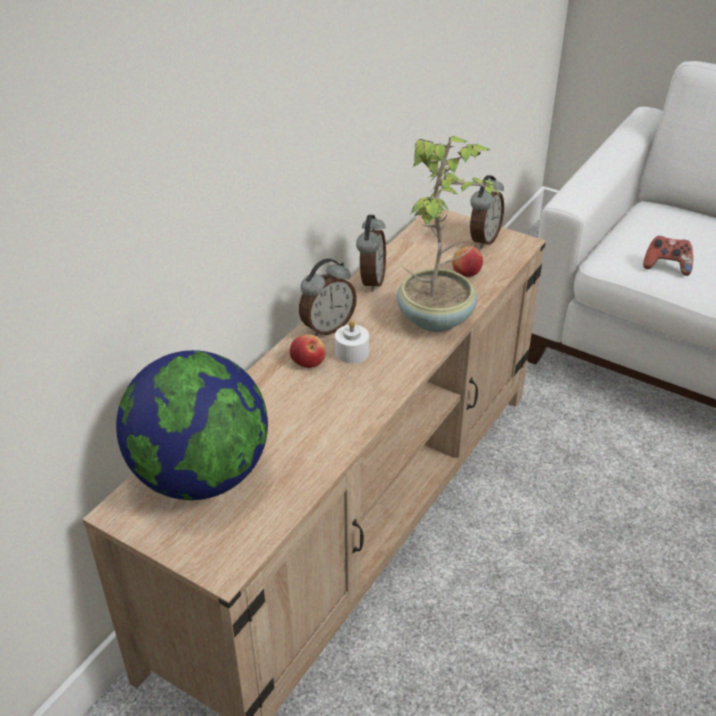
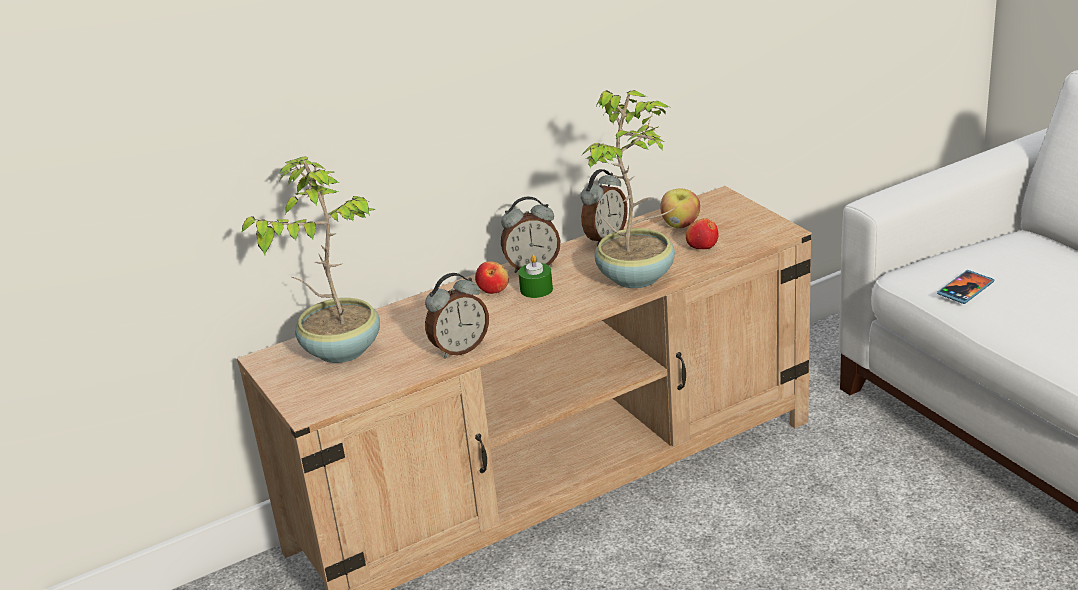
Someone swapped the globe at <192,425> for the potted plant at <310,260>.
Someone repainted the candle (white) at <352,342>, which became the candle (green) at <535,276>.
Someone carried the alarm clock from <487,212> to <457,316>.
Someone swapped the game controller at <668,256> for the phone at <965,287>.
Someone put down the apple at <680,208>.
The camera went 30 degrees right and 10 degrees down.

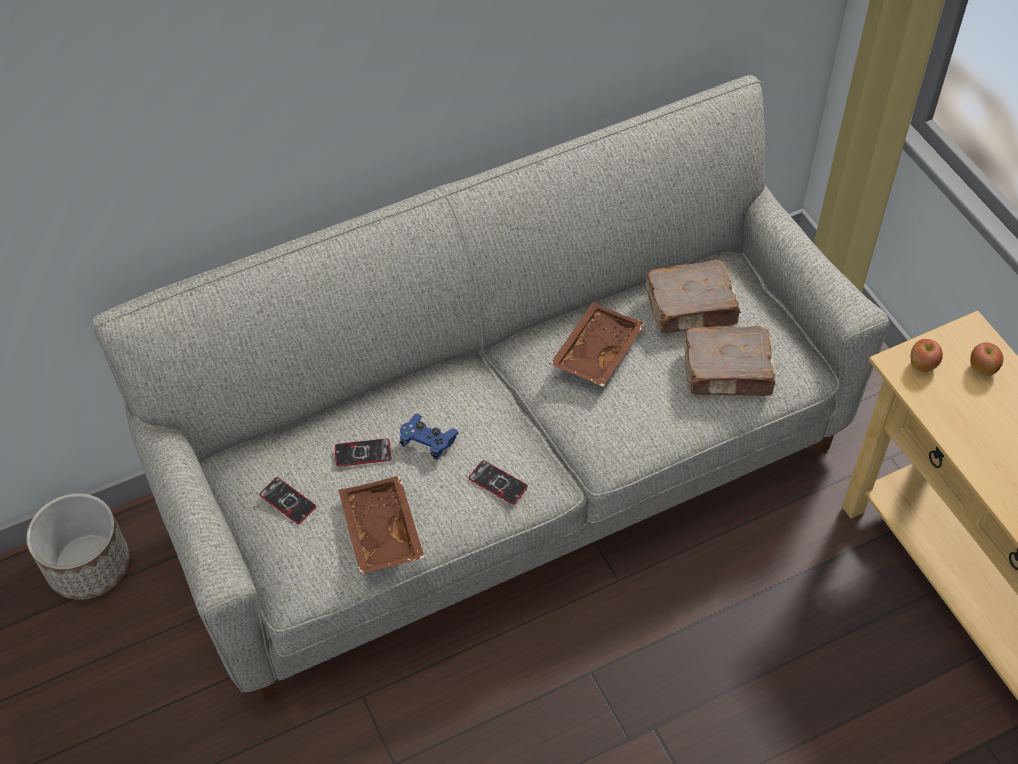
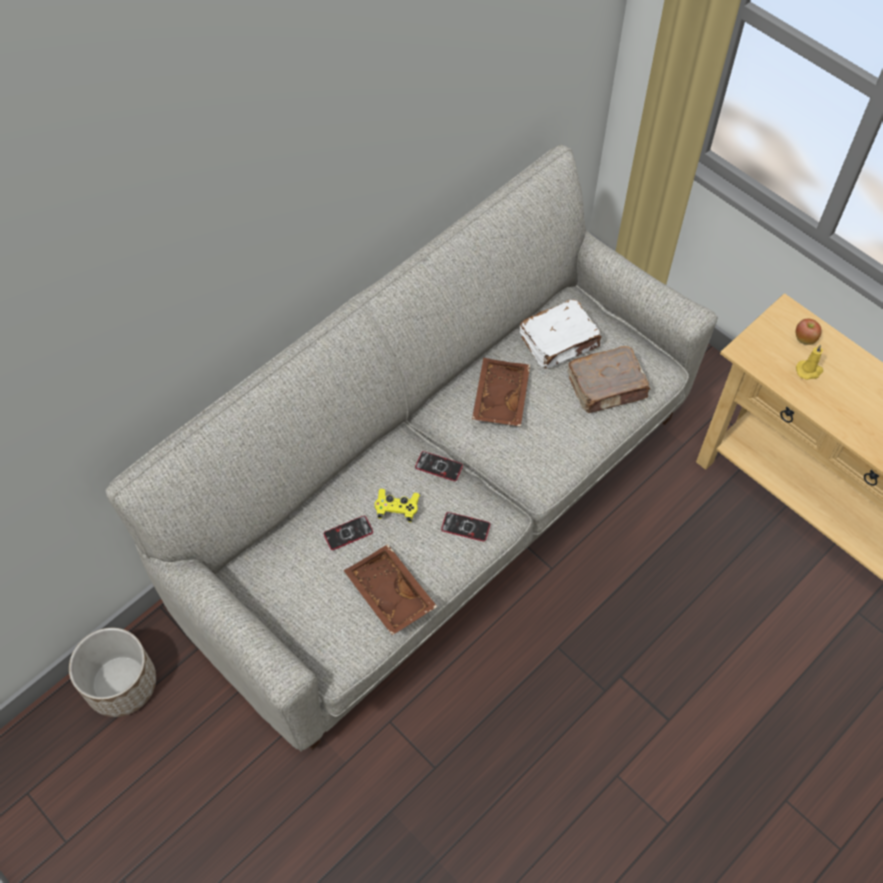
Someone carried the phone from <287,500> to <439,466>.
Someone repainted the game controller (blue) at <429,437>, which became the game controller (yellow) at <397,505>.
Someone repainted the book (brown) at <693,296>, which became the book (white) at <561,334>.
Someone took away the apple at <927,356>.
Someone put down the candle (yellow) at <809,362>.
The camera went 20 degrees left and 5 degrees up.

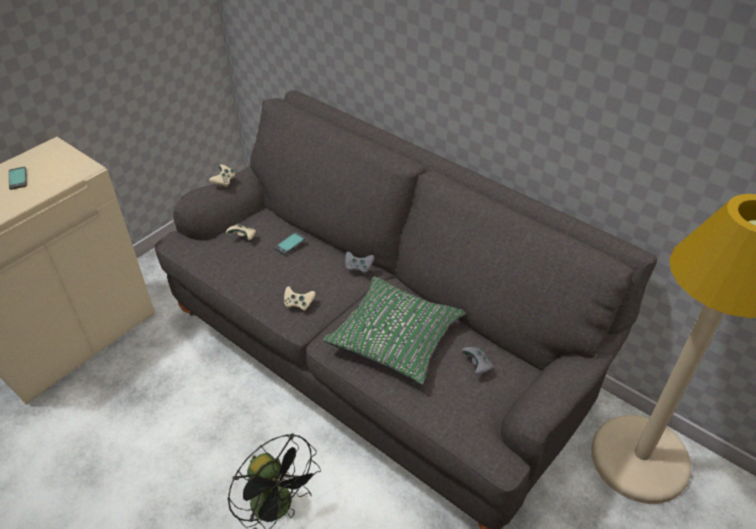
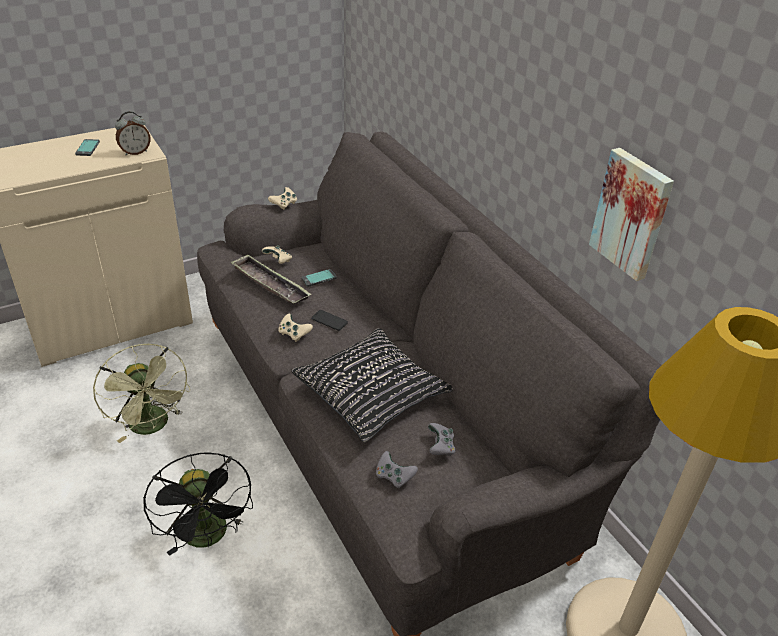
Someone repainted the pillow (green) at <394,331>, which became the pillow (black) at <372,385>.
Someone carried the game controller (grey) from <359,263> to <397,470>.
Someone put down the fan (green) at <141,393>.
Someone put down the alarm clock at <133,133>.
Someone put down the tray at <271,279>.
Someone put down the phone at <329,320>.
Someone put up the picture at <631,214>.
The camera went 20 degrees right and 5 degrees down.

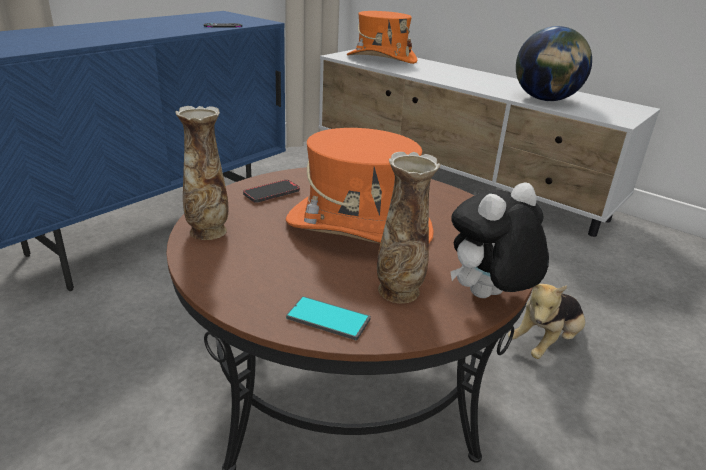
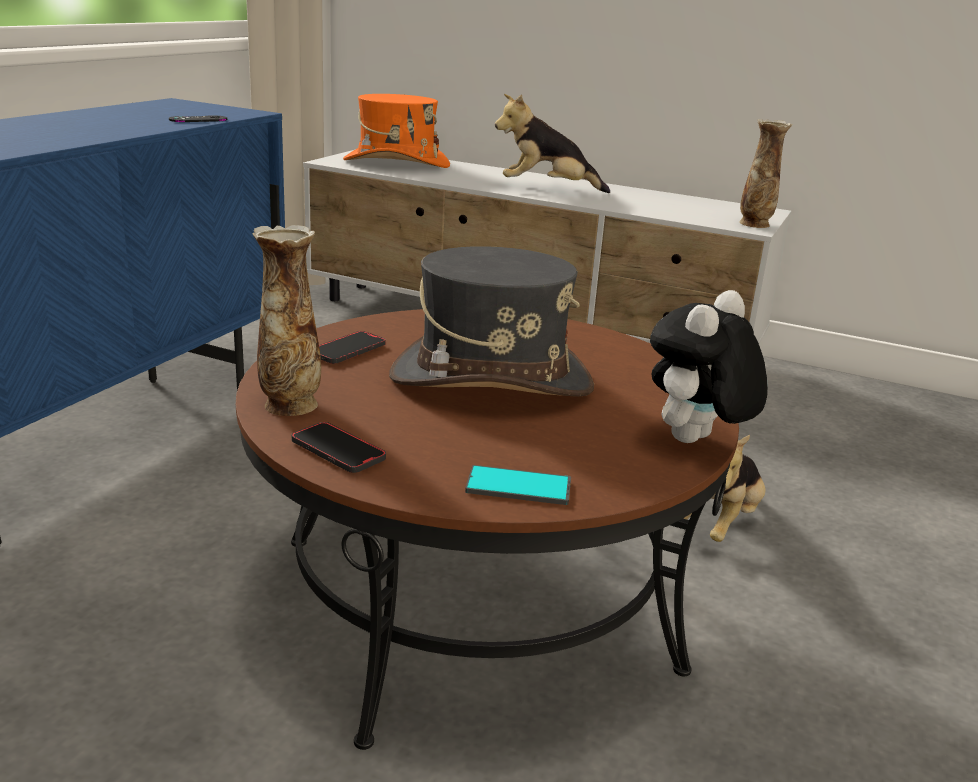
Someone repainted the hat (orange) at <360,186>, which became the hat (grey) at <491,321>.
Someone carried the vase from <408,227> to <766,173>.
Someone took away the globe at <554,63>.
Someone put down the phone at <338,447>.
Someone put down the plush toy at <552,143>.
The camera went 15 degrees left and 5 degrees down.

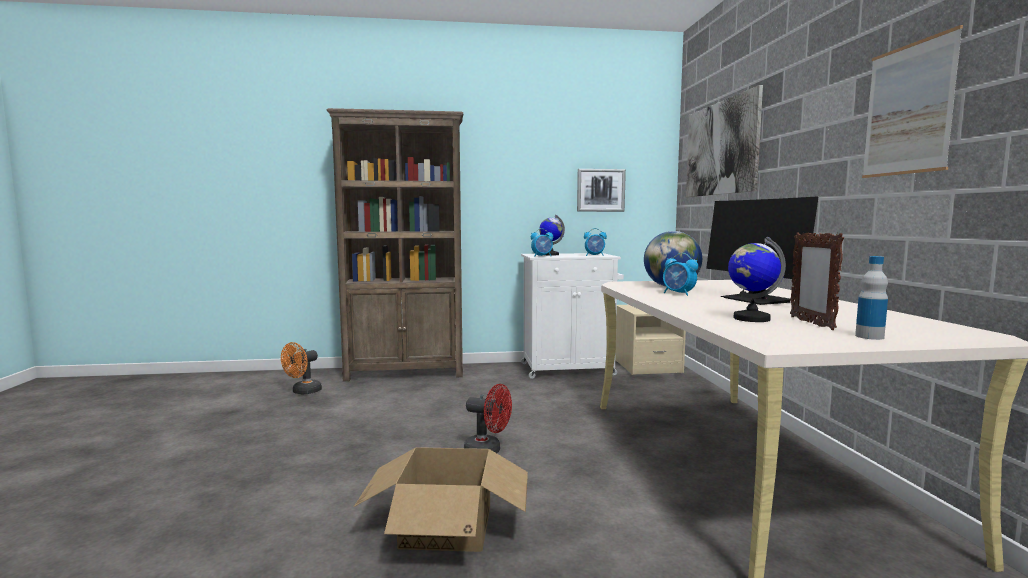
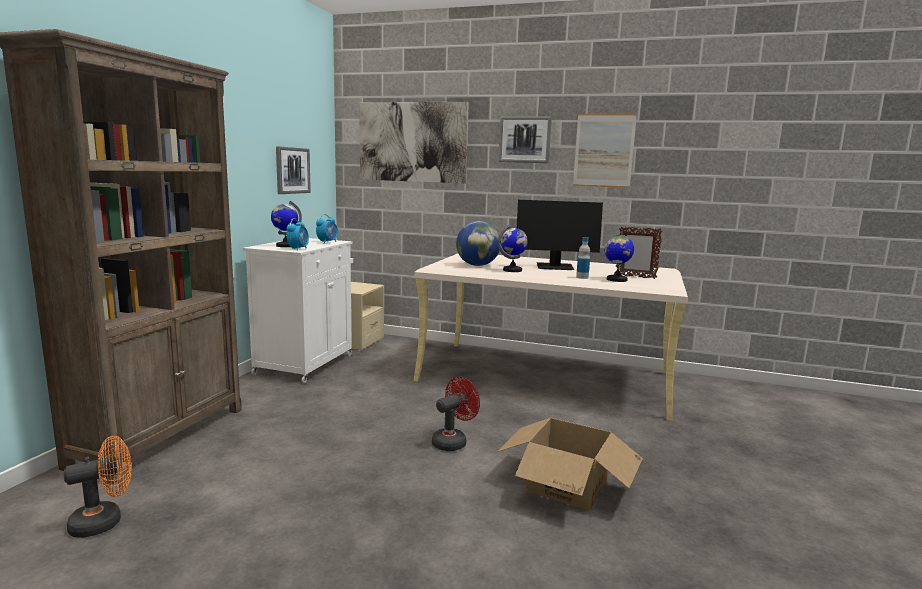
Someone rotated the fan (orange) at <301,368> by 90 degrees counterclockwise.
Someone swapped the alarm clock at <680,274> for the globe at <513,248>.
Someone carried the bottle from <871,298> to <583,258>.
Someone put up the picture at <525,139>.
The camera went 65 degrees left and 5 degrees up.

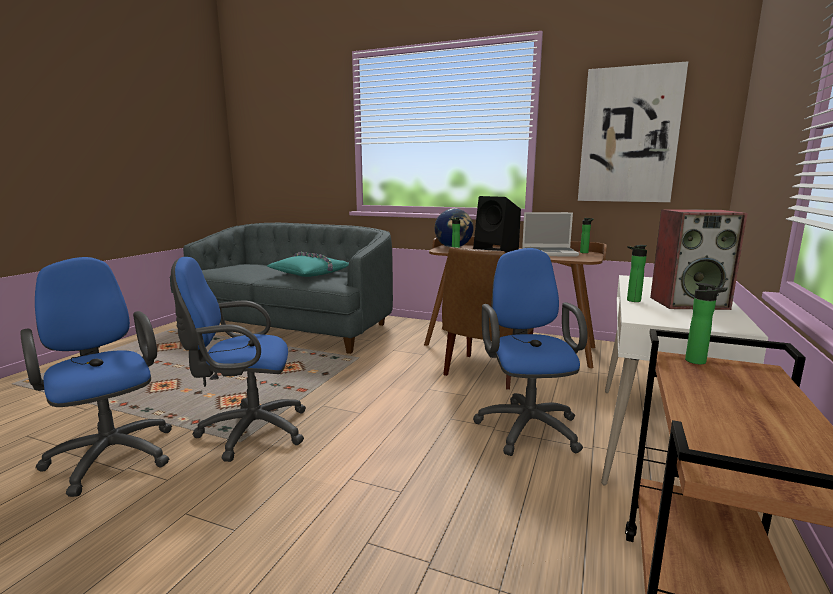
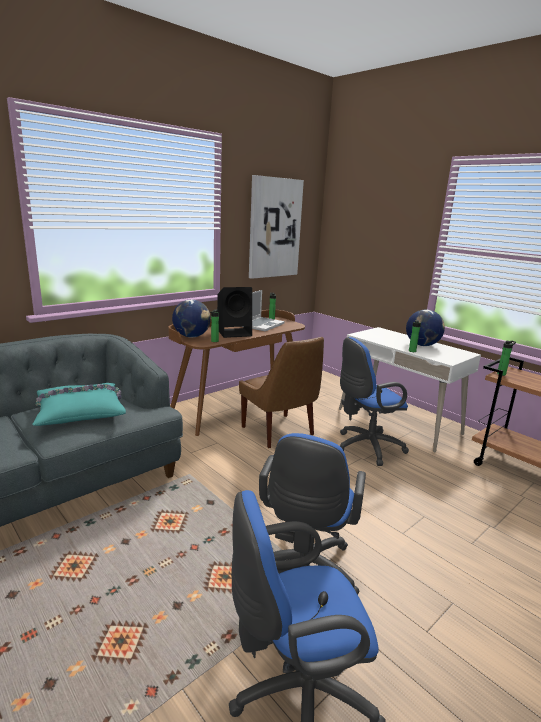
Someone rotated the office chair (blue) at <530,352> by 45 degrees counterclockwise.
Someone swapped the speaker at <699,259> for the globe at <425,327>.
The camera went 65 degrees left and 5 degrees up.

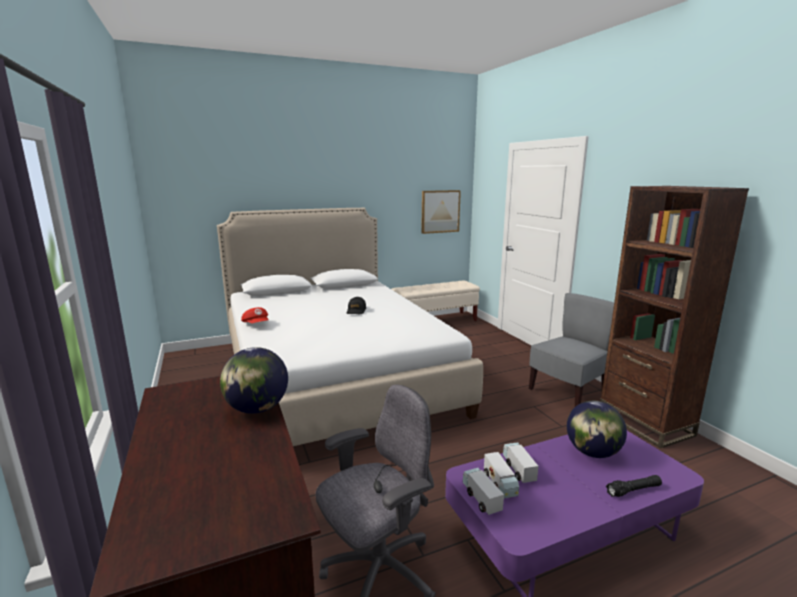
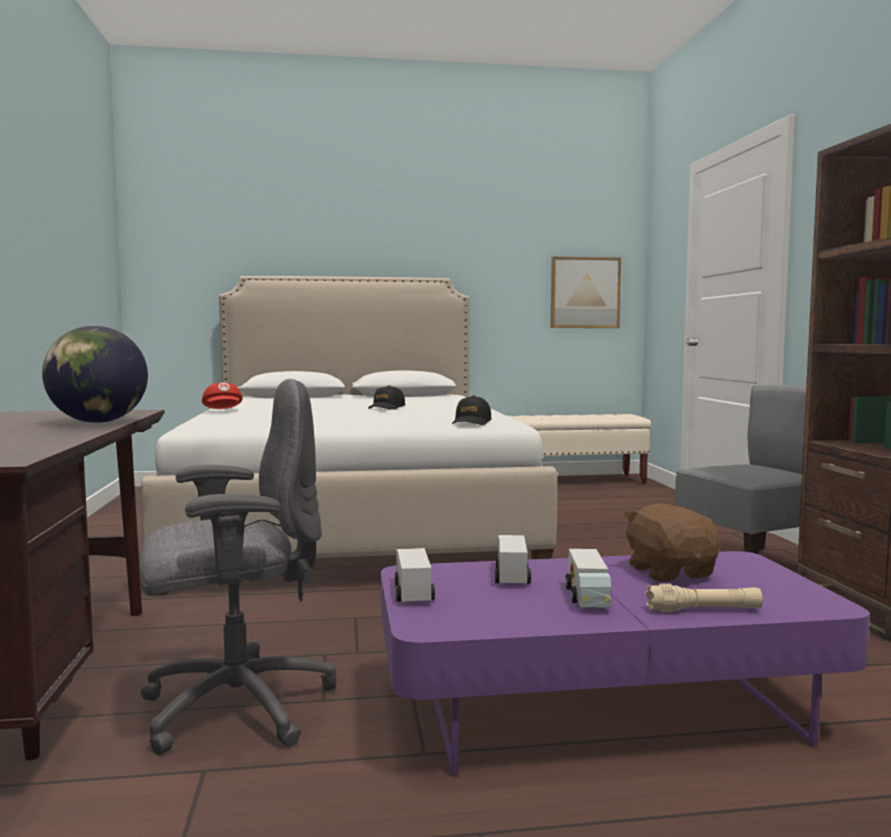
Someone carried the toy truck from <501,475> to <588,578>.
Someone swapped the globe at <597,429> for the plush toy (brown) at <671,542>.
Someone repainted the flashlight (black) at <634,486>, which became the flashlight (beige) at <704,598>.
Someone put down the cap (black) at <472,410>.
The camera went 15 degrees right and 10 degrees down.

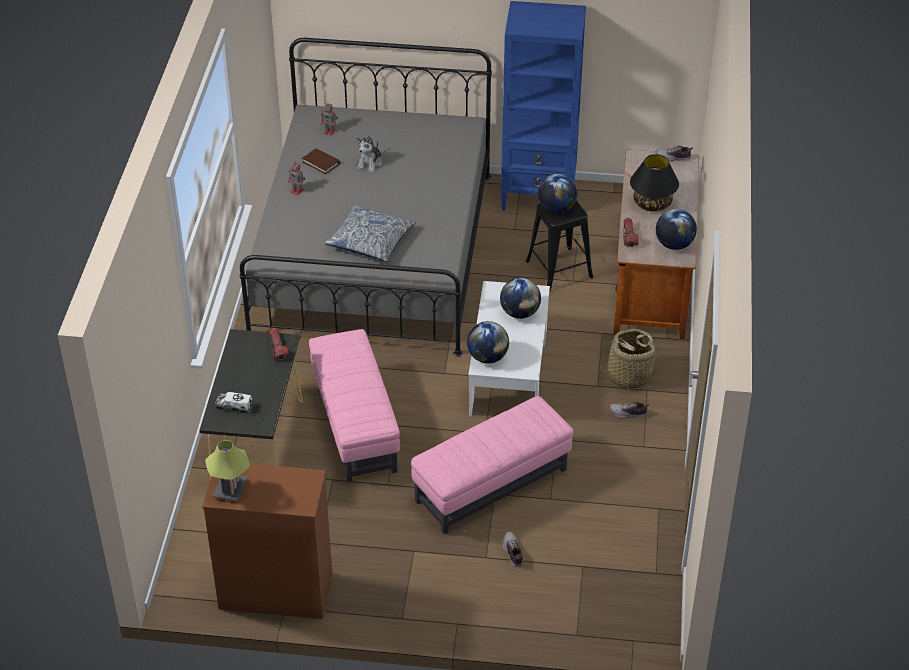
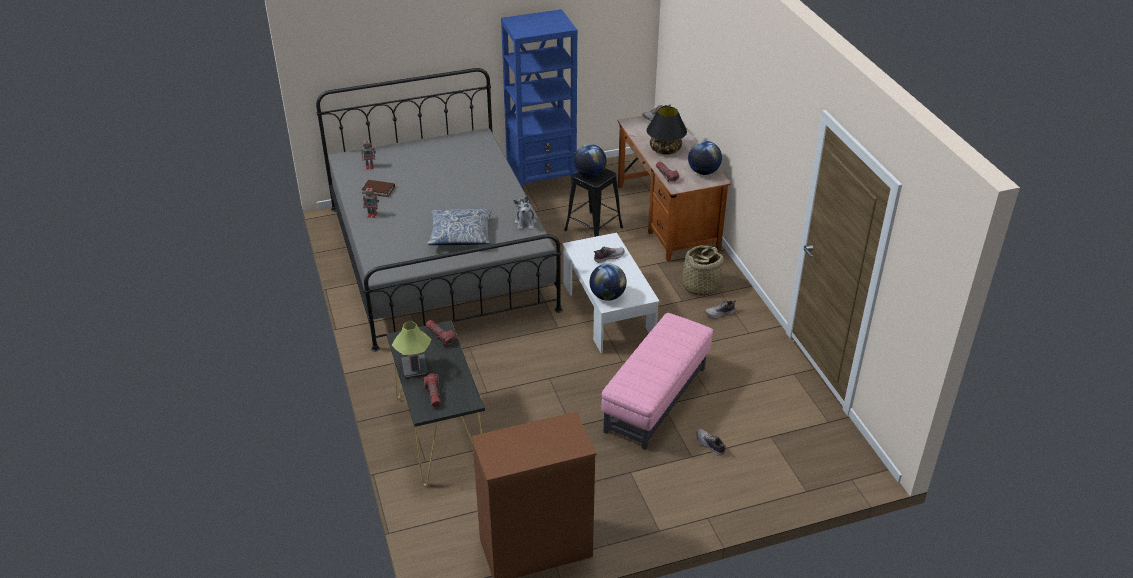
Someone carried the table lamp from <227,470> to <411,349>.
Someone swapped the toy truck at <234,403> for the flashlight at <432,390>.
Someone took away the ottoman (pink) at <354,405>.
Someone carried the plush toy from <369,154> to <525,213>.
Someone swapped the globe at <520,298> for the shoe at <609,255>.
The camera went 25 degrees left and 5 degrees down.

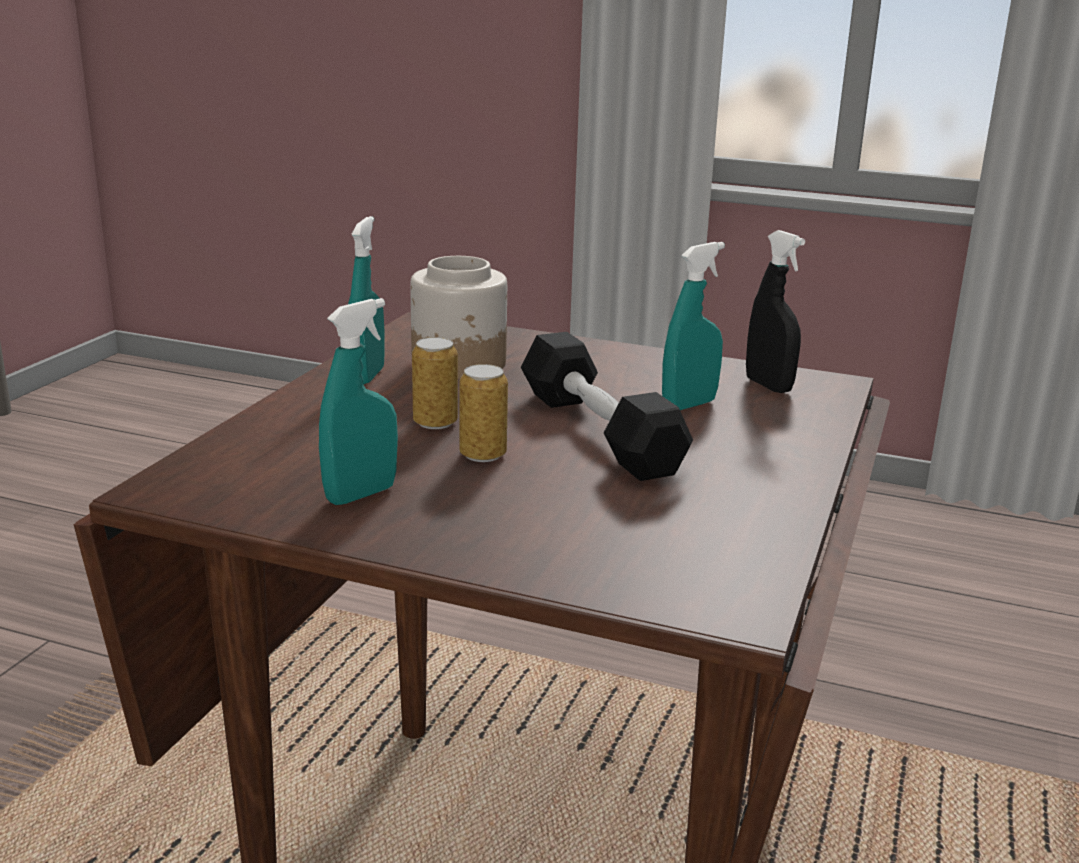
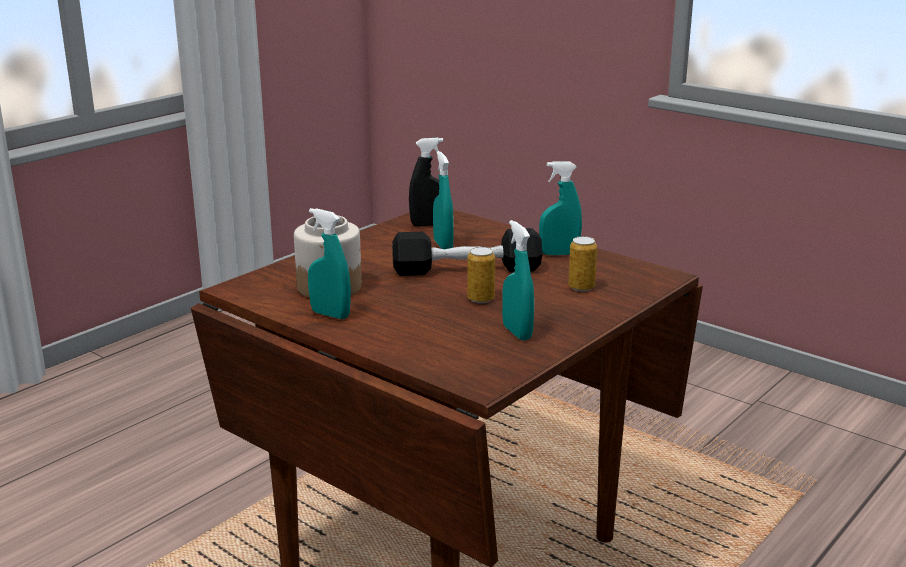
Someone carried the can from <435,383> to <582,263>.
Someone put down the spray bottle (turquoise) at <560,208>.
The camera went 70 degrees left and 0 degrees up.

